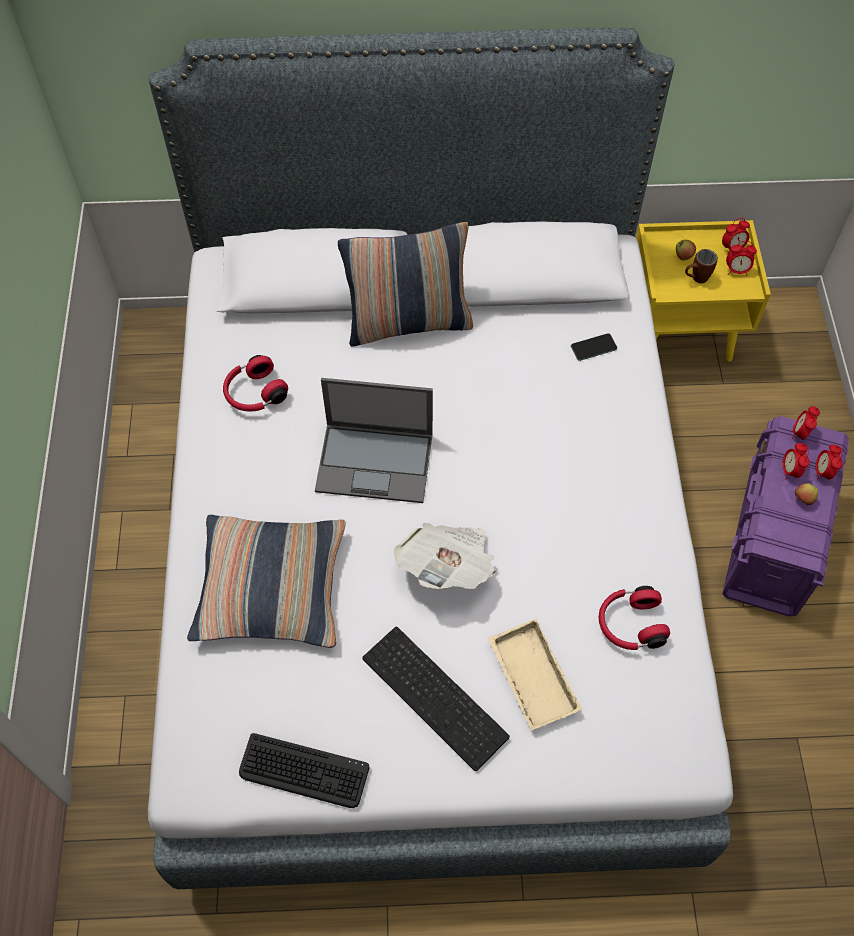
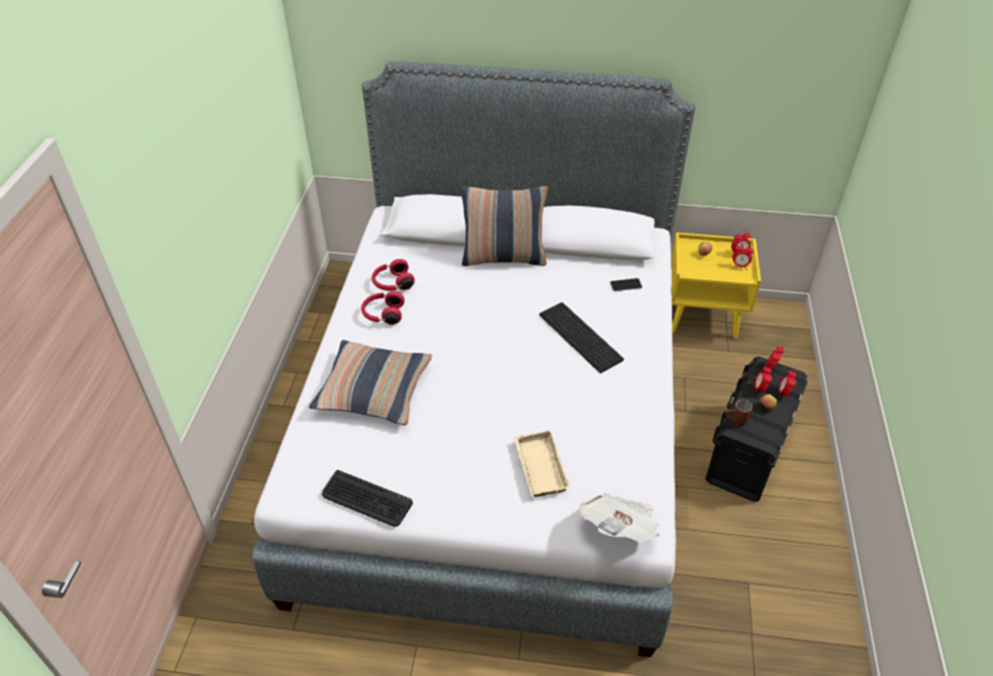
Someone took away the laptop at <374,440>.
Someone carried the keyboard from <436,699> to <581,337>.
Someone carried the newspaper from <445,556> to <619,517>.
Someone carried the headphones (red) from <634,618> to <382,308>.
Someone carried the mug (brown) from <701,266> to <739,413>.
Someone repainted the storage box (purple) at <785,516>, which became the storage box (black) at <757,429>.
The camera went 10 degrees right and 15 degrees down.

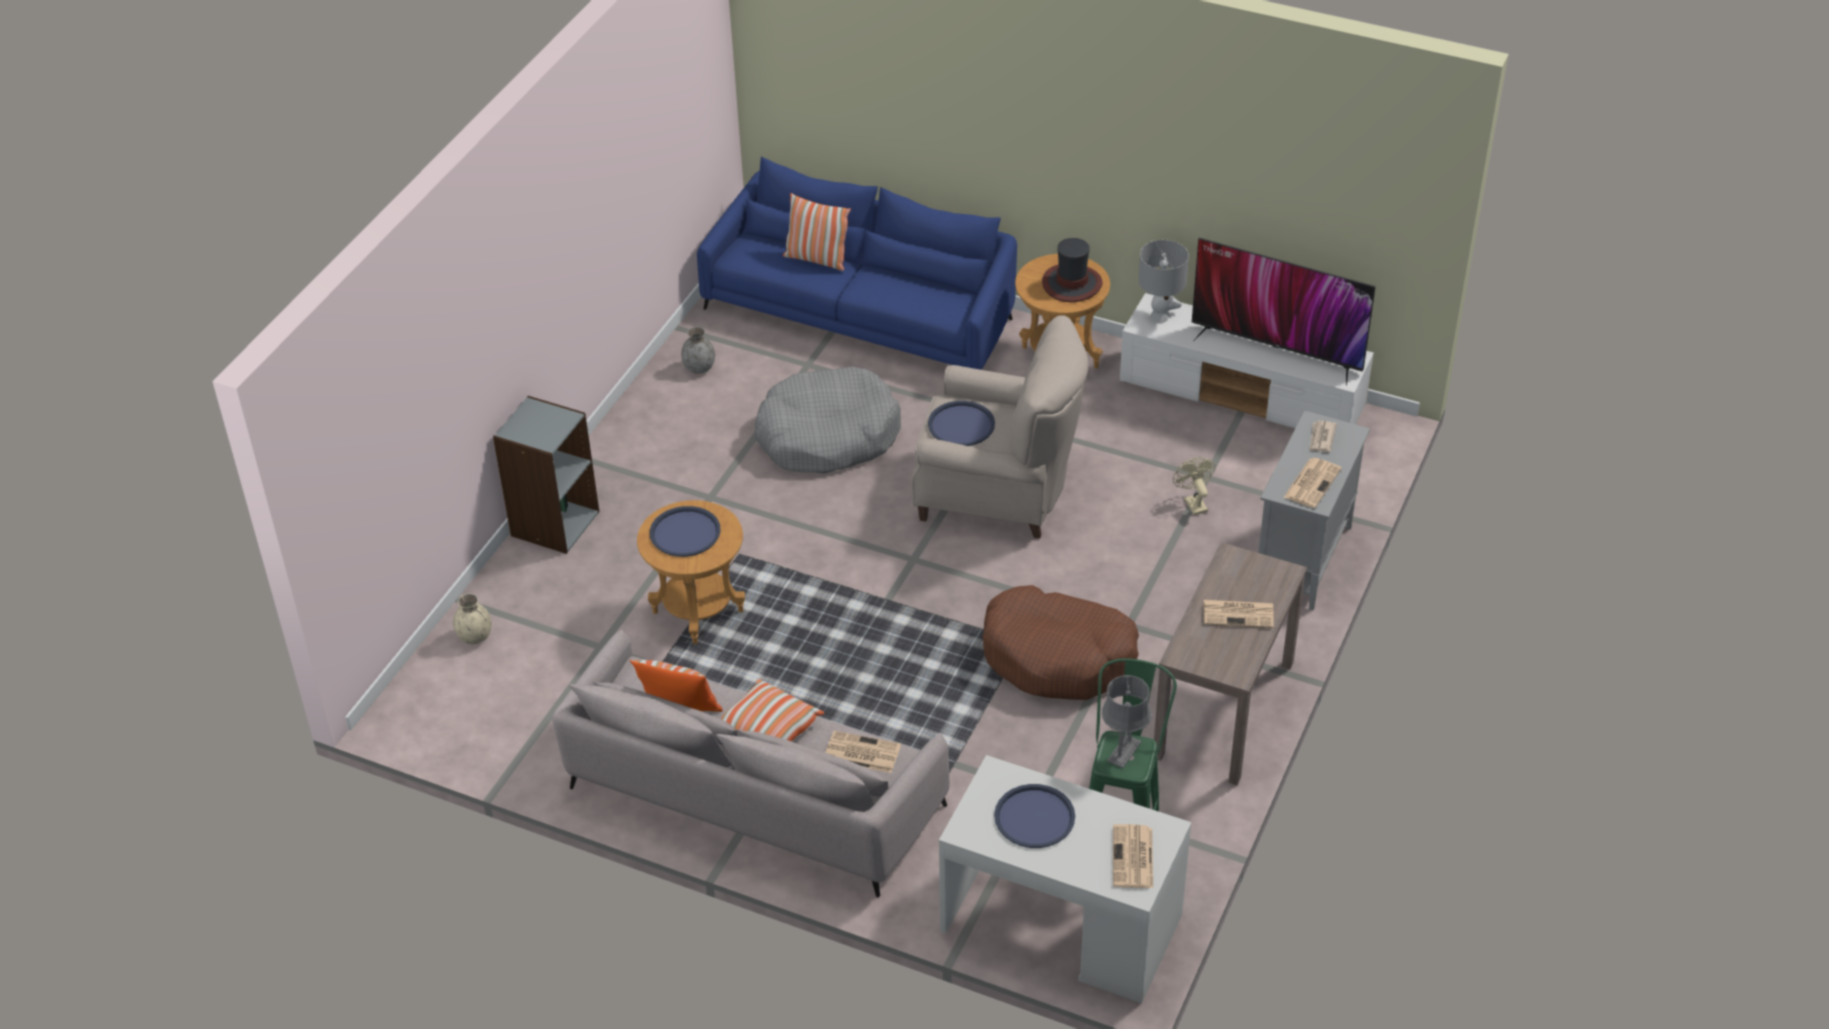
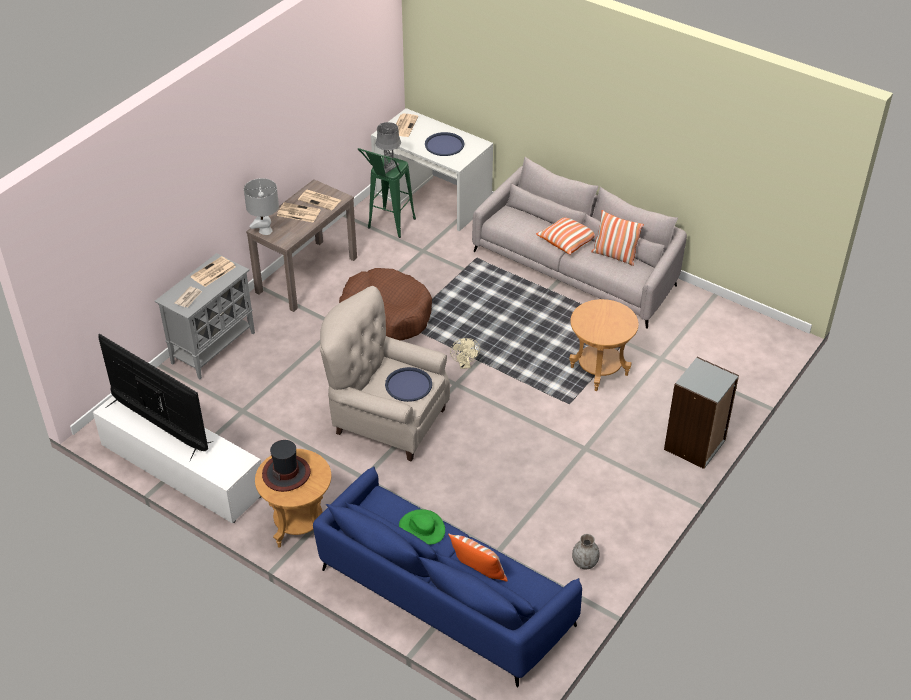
Someone took away the vase (beige) at <472,619>.
Someone took away the tray (blue) at <685,531>.
Someone took away the dog bed (grey) at <828,420>.
Someone carried the newspaper from <863,752> to <319,200>.
Someone carried the table lamp (grey) from <1163,282> to <261,206>.
Someone carried the fan (beige) from <1194,486> to <465,353>.
Someone put down the hat (green) at <422,527>.
The camera went 170 degrees left and 0 degrees up.

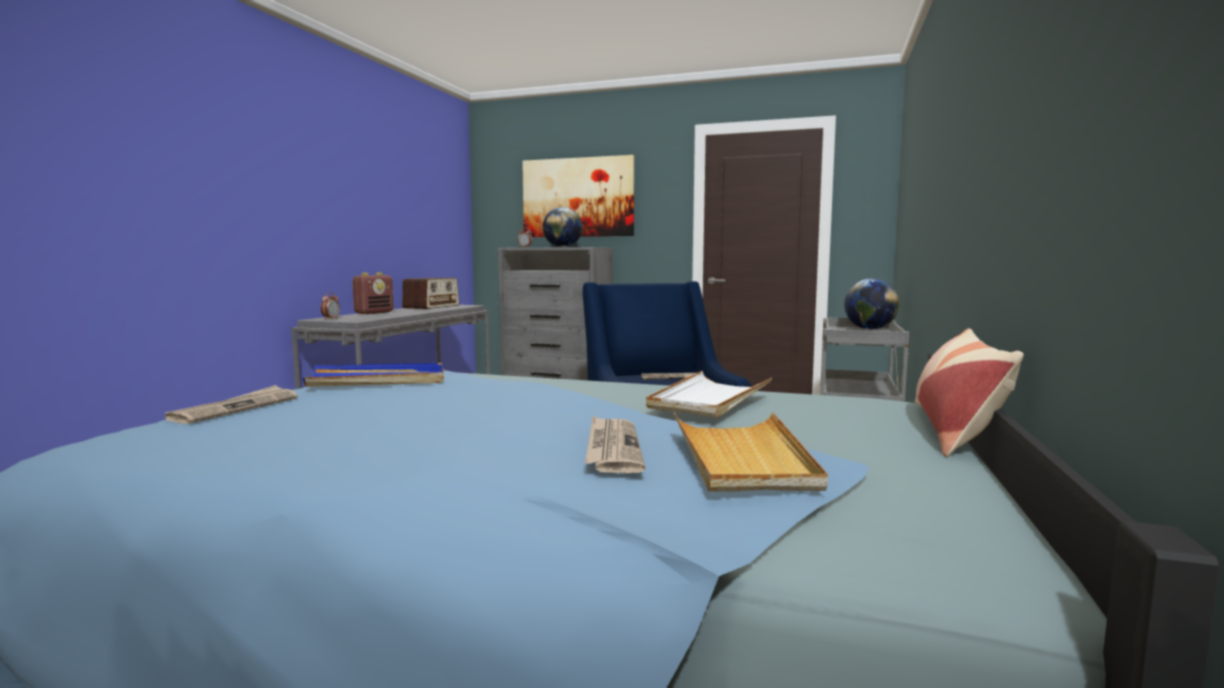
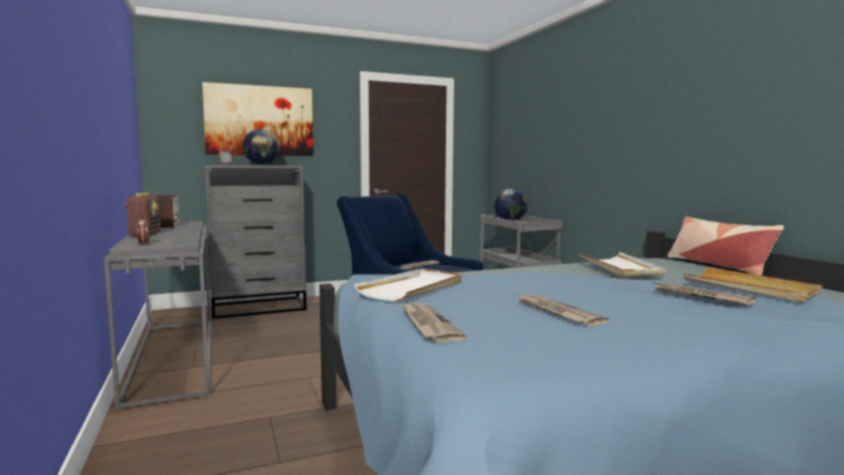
Someone repainted the tray (blue) at <373,375>, which became the tray (white) at <408,284>.
Someone put down the newspaper at <564,310>.
The camera went 40 degrees left and 0 degrees up.

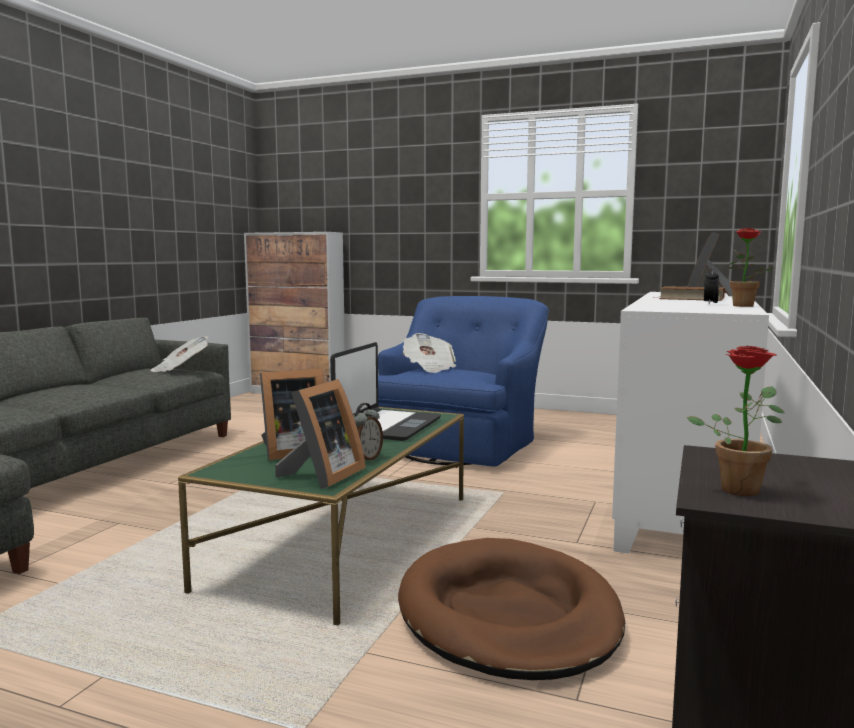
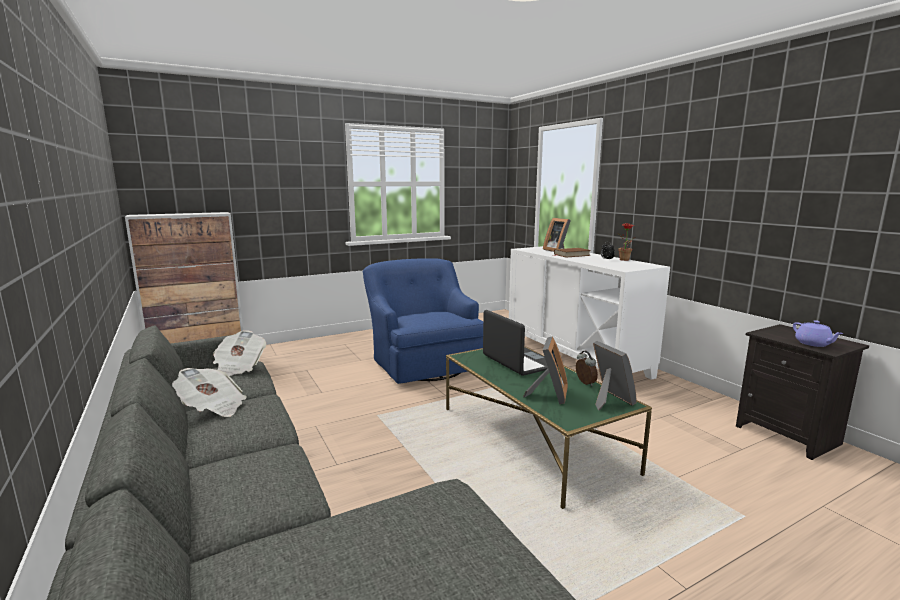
Someone took away the dog bed (brown) at <511,609>.
Someone carried the newspaper from <429,353> to <209,392>.
Someone swapped the potted plant at <735,421> for the teapot (purple) at <818,333>.
The camera went 50 degrees left and 5 degrees up.

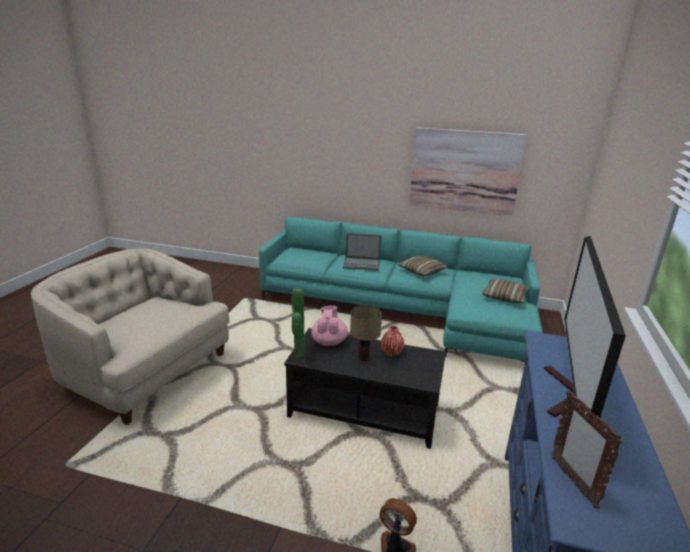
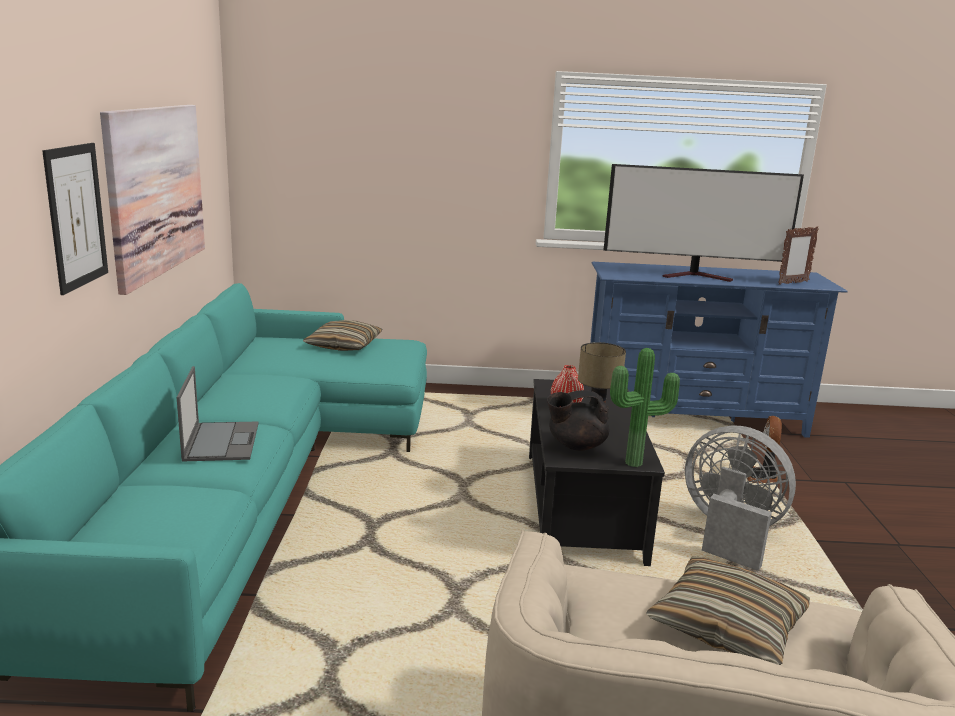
Someone repainted the teapot (pink) at <329,325>, which became the teapot (black) at <578,420>.
Someone carried the pillow from <423,266> to <728,610>.
Someone put up the picture at <75,219>.
Someone put down the fan (grey) at <740,498>.
The camera went 105 degrees left and 5 degrees down.

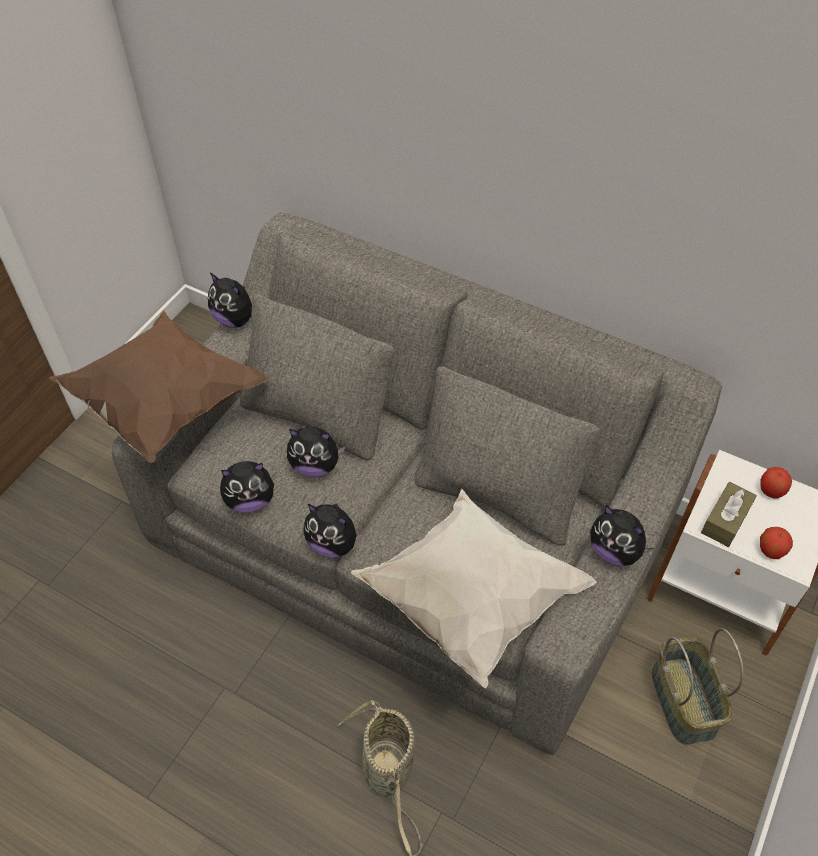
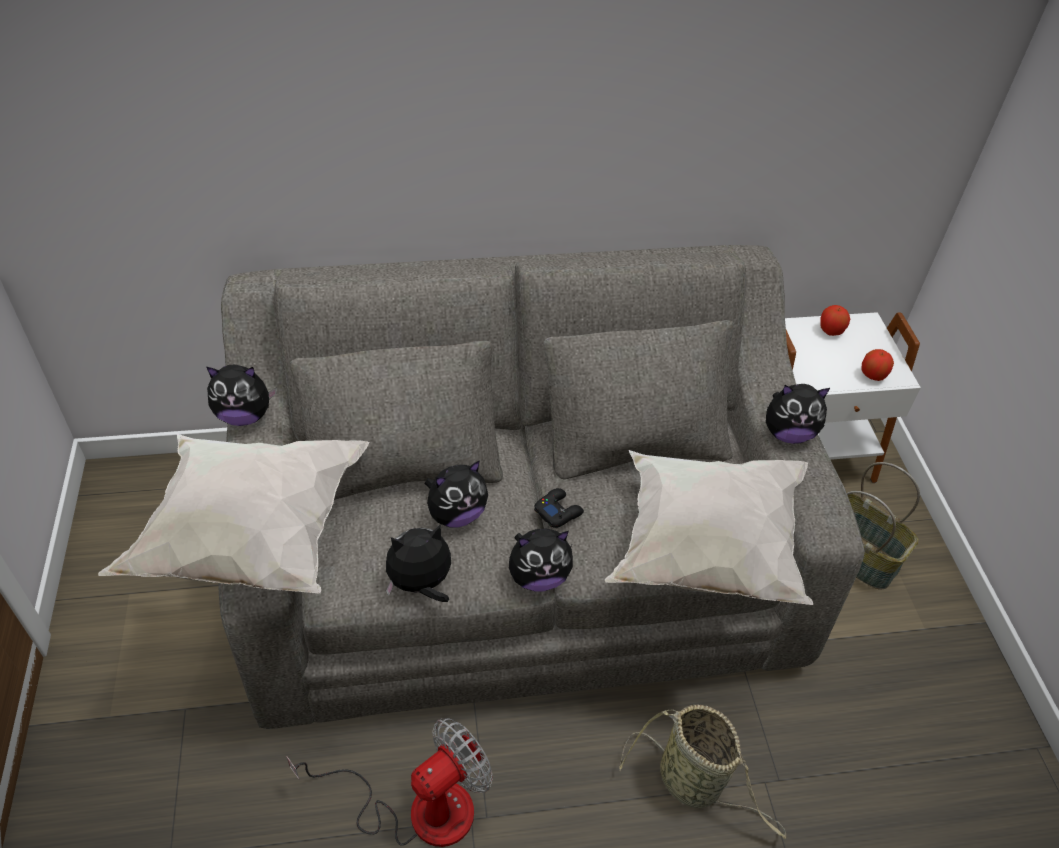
Someone repainted the pillow (brown) at <159,386>, which became the pillow (white) at <233,514>.
Someone rotated the plush toy at <248,487> by 150 degrees counterclockwise.
Someone took away the tissue box (brown) at <729,514>.
Someone put down the fan at <389,782>.
Someone put down the game controller (black) at <559,508>.
The camera went 40 degrees left and 5 degrees down.

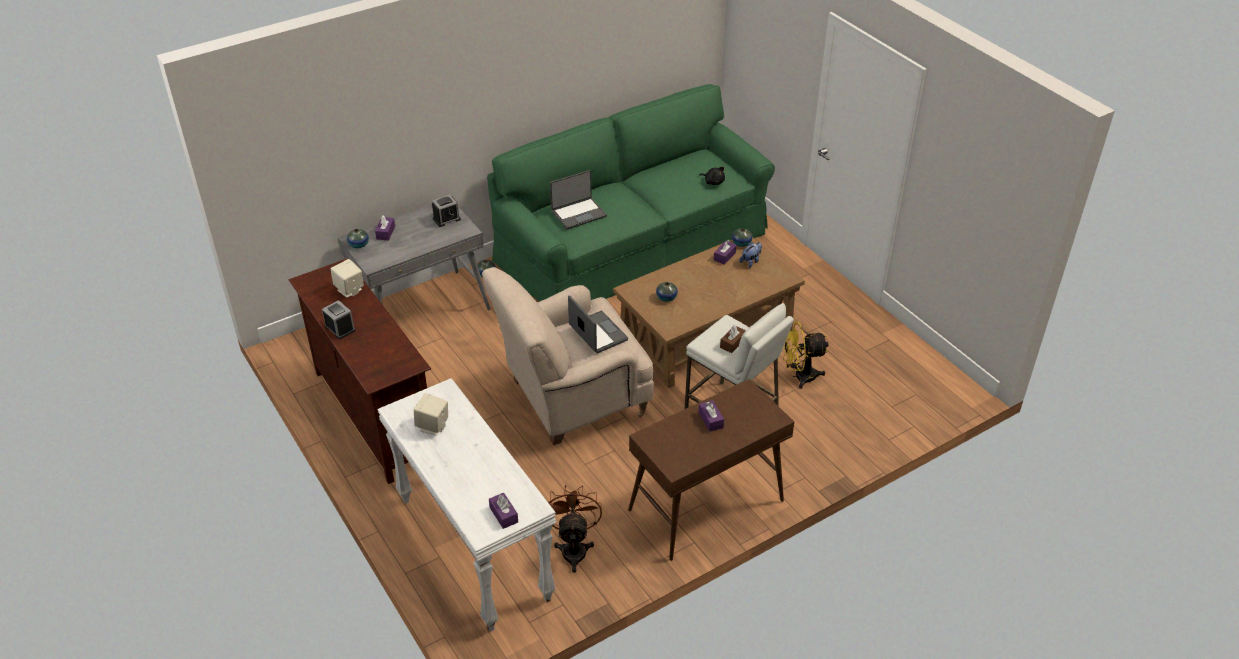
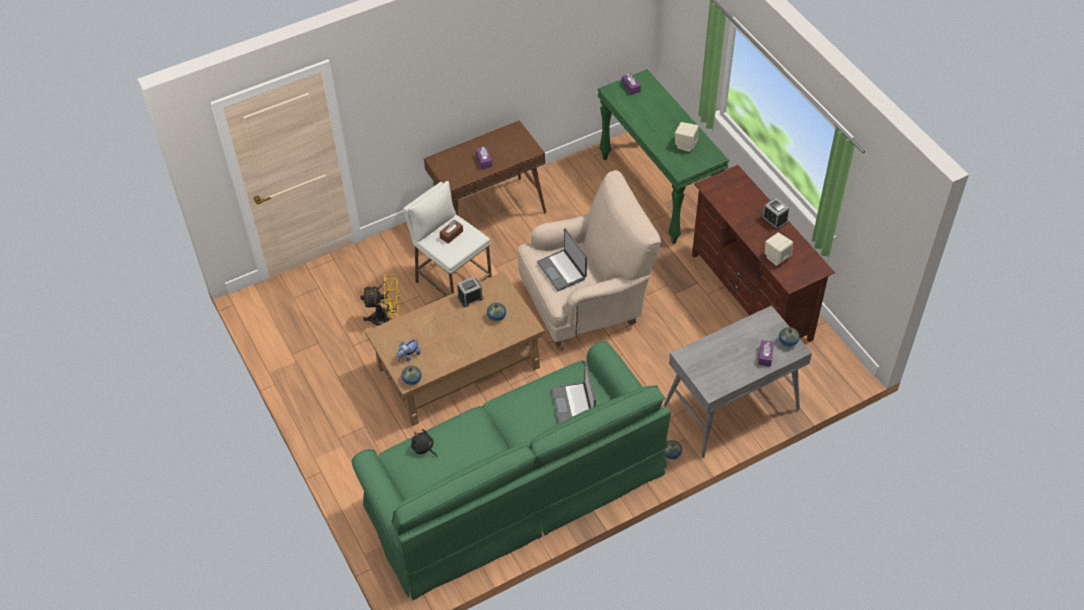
Someone repainted the console table (white) at <466,505>, which became the console table (green) at <663,156>.
Someone carried the alarm clock from <446,211> to <470,292>.
Someone took away the fan (brown) at <574,529>.
Someone rotated the laptop at <578,200> by 75 degrees counterclockwise.
Someone took away the tissue box (purple) at <725,252>.
The camera went 175 degrees left and 10 degrees up.

